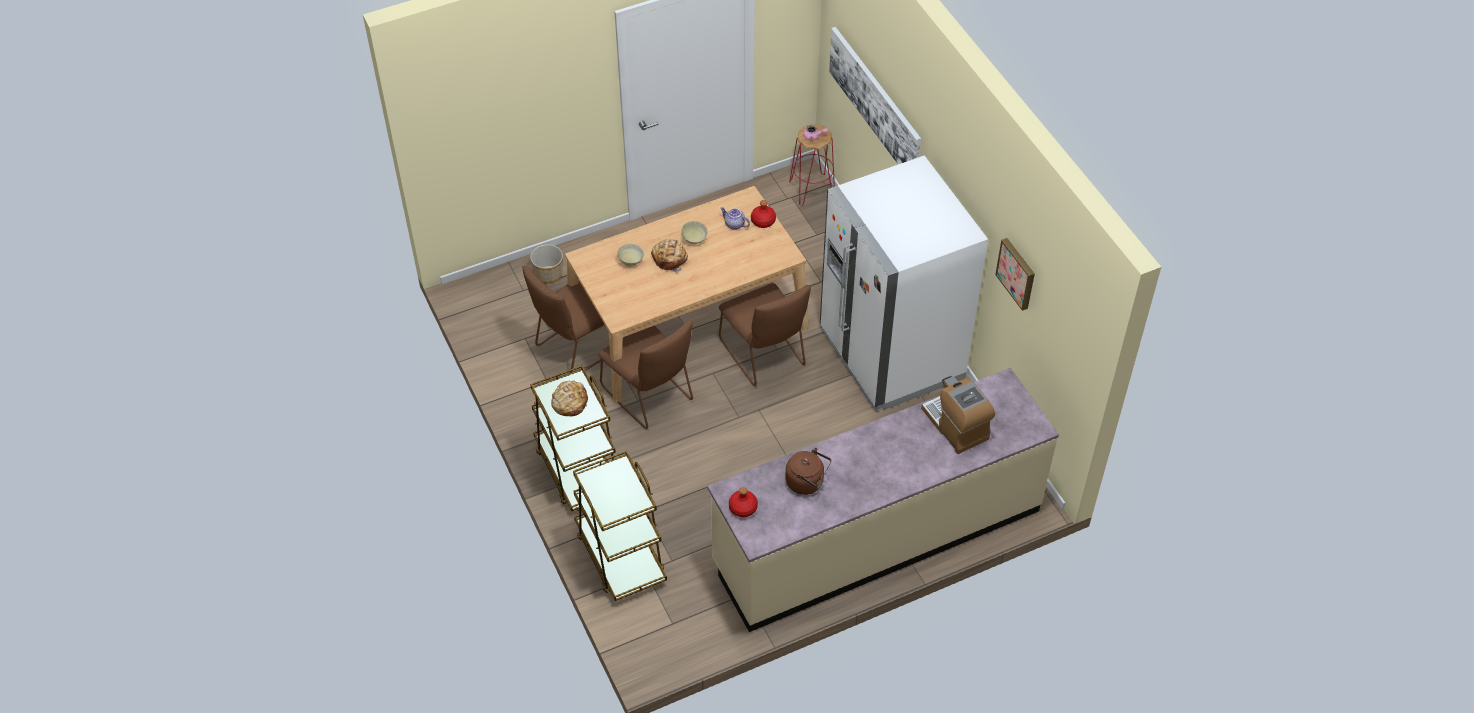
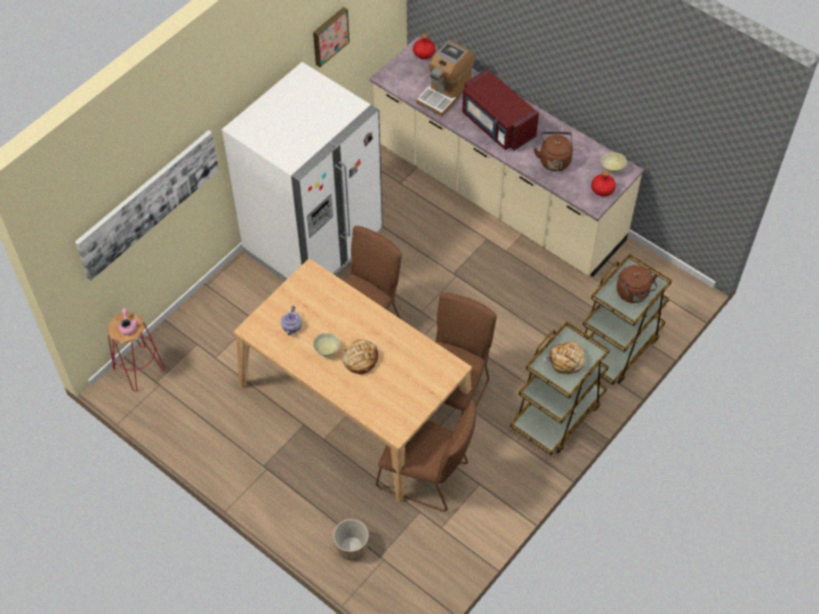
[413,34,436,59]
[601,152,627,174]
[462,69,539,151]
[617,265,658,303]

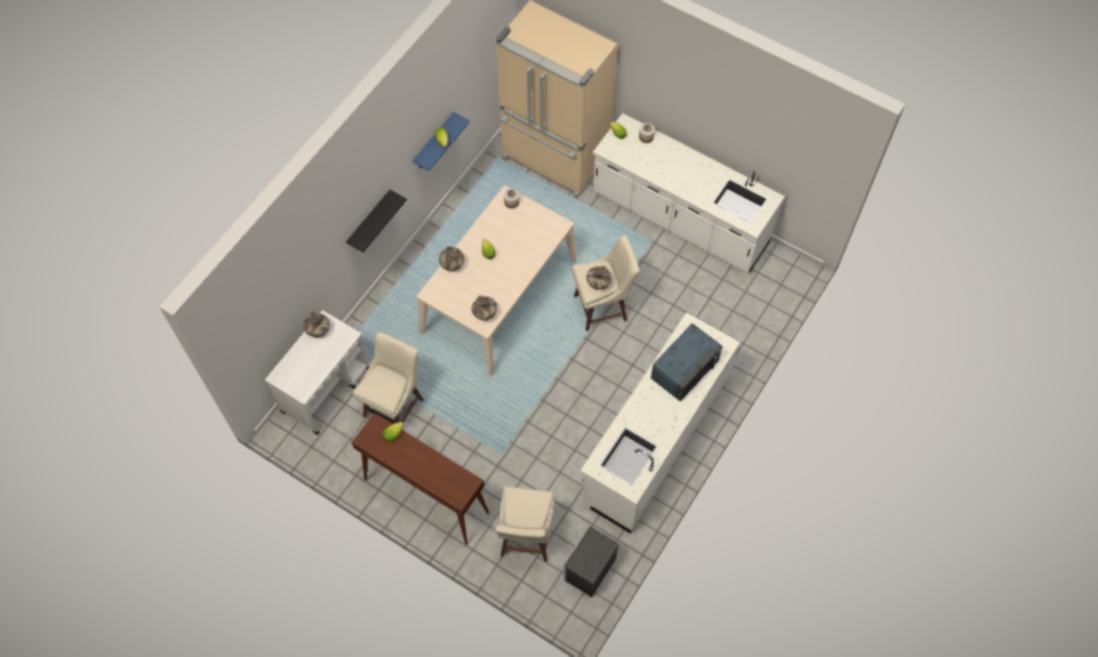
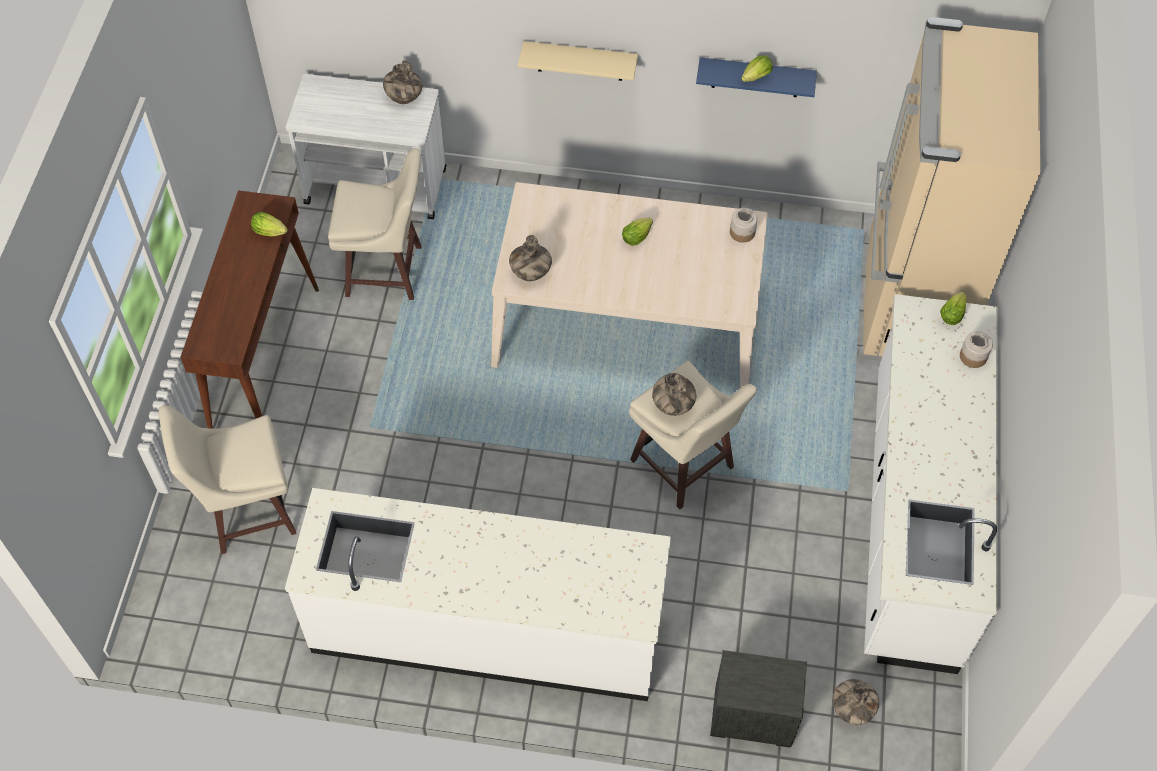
[518,41,638,81]
[833,679,879,725]
[651,323,723,401] (first image)
[710,650,807,748]

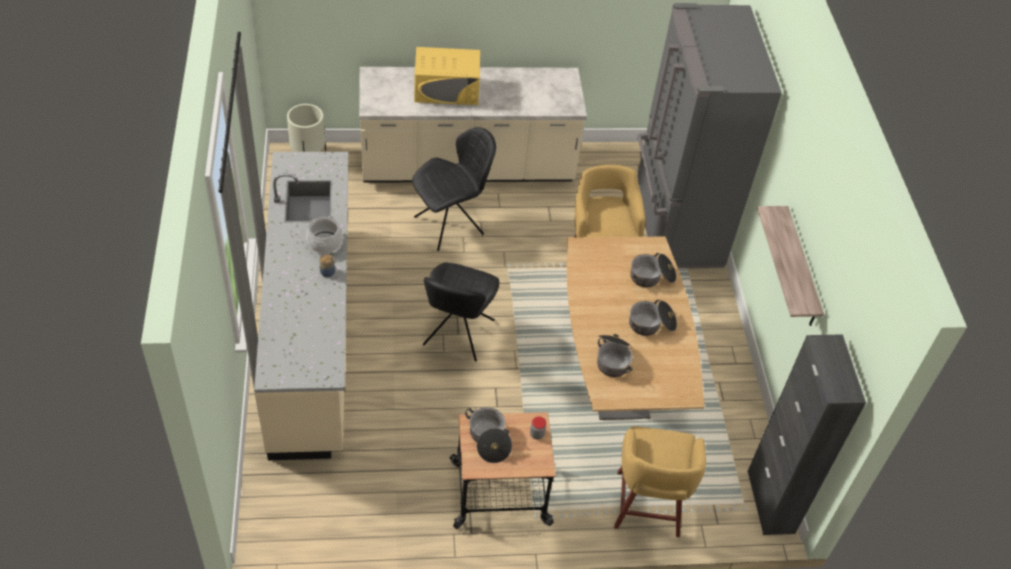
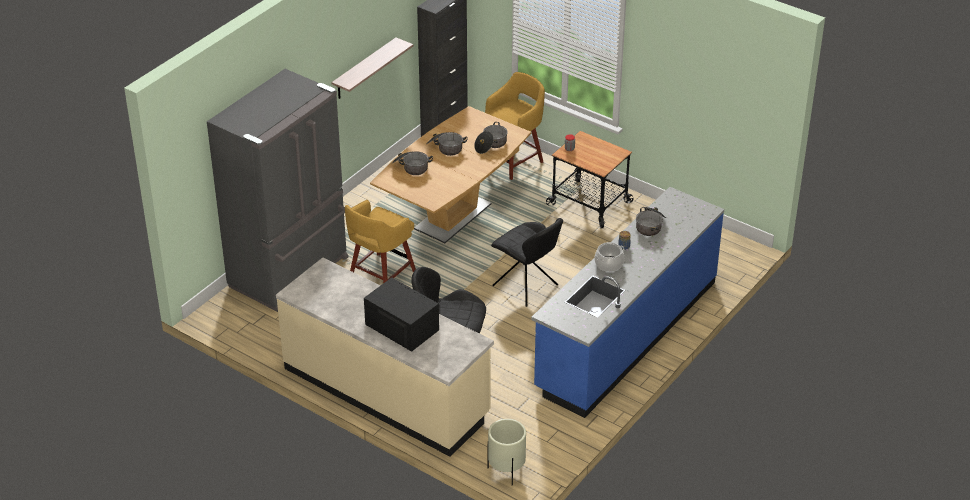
[364,278,439,352]
[531,187,724,418]
[491,218,563,307]
[636,207,666,236]

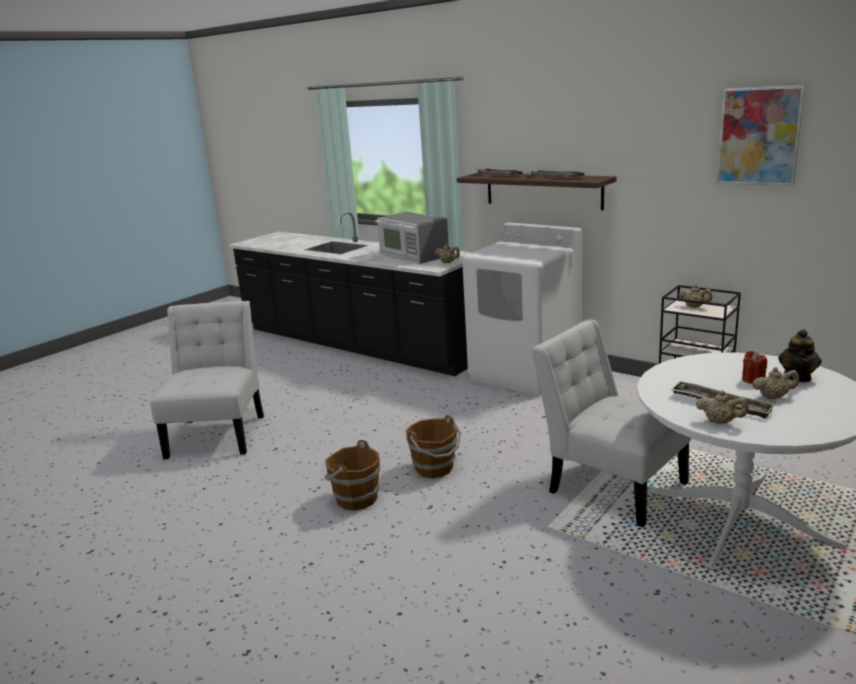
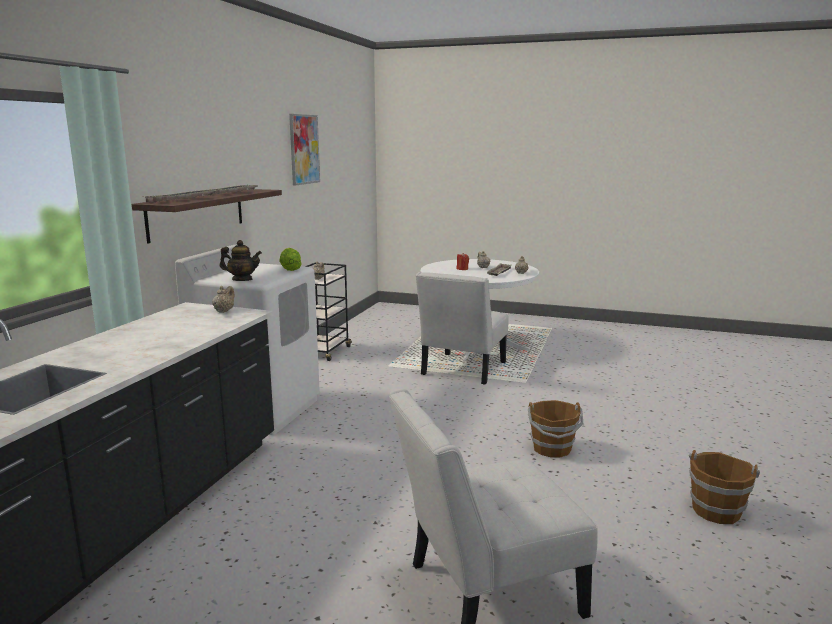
[375,212,449,264] (first image)
[220,240,262,281]
[689,450,760,524]
[279,248,302,271]

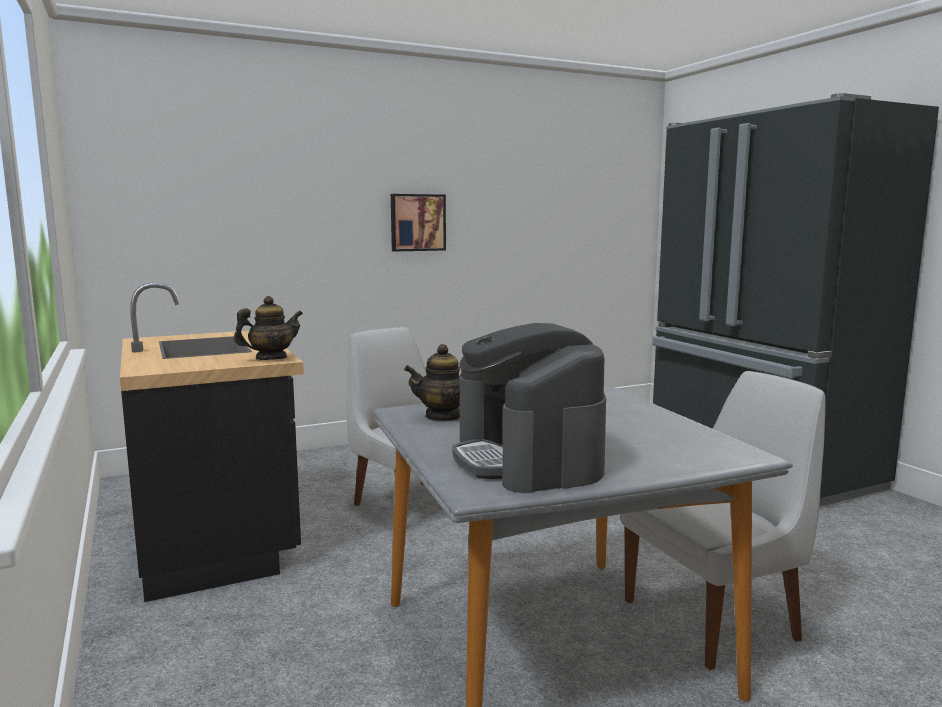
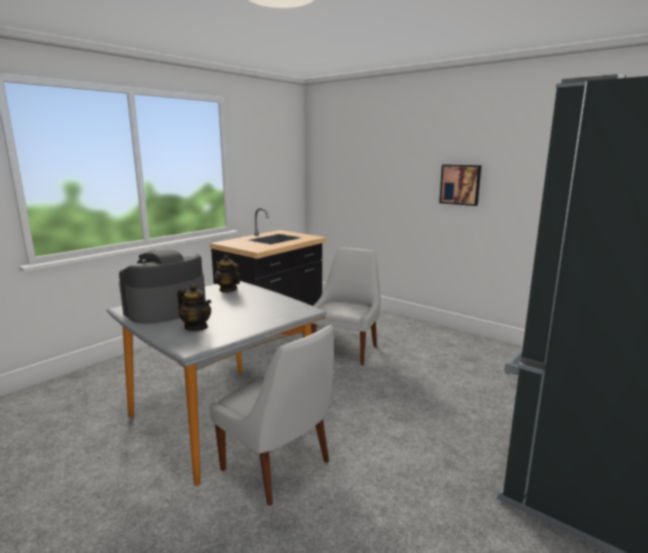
[177,284,211,331]

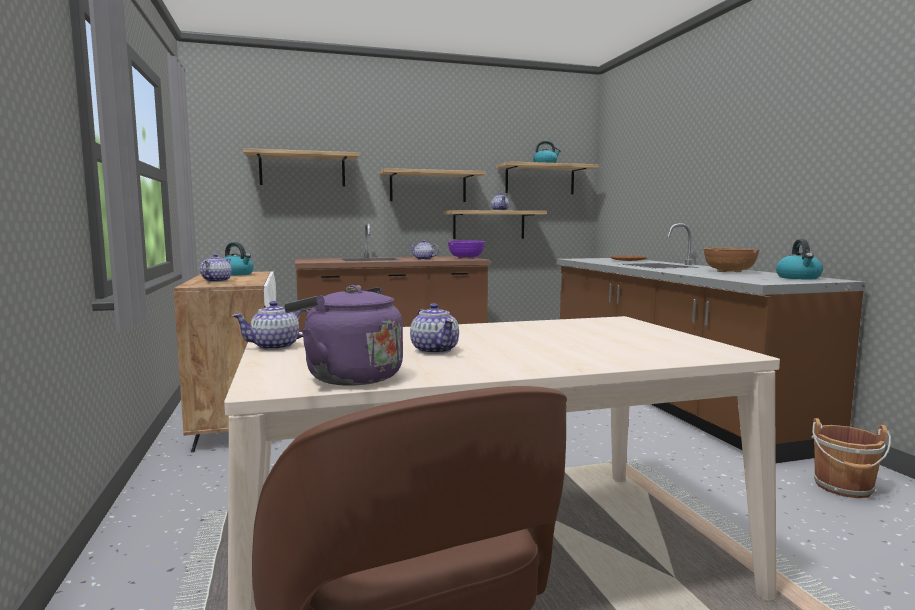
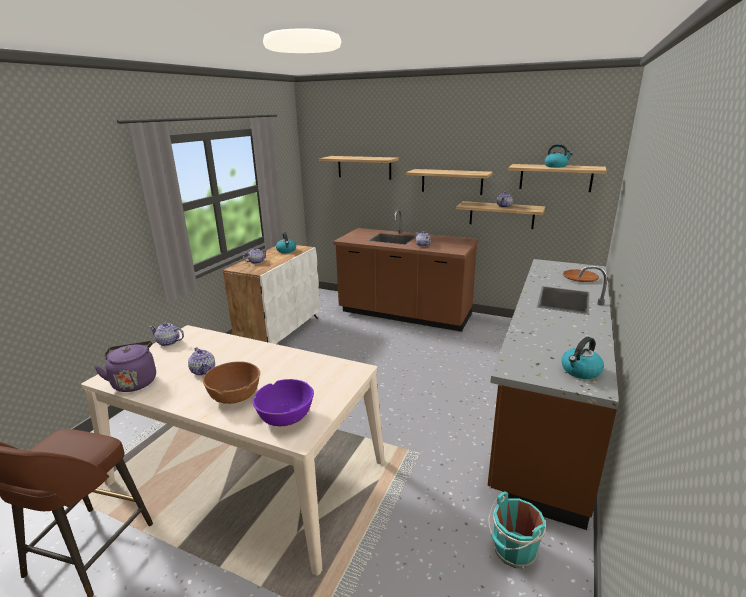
[253,379,314,427]
[203,361,260,404]
[188,347,215,376]
[488,492,546,569]

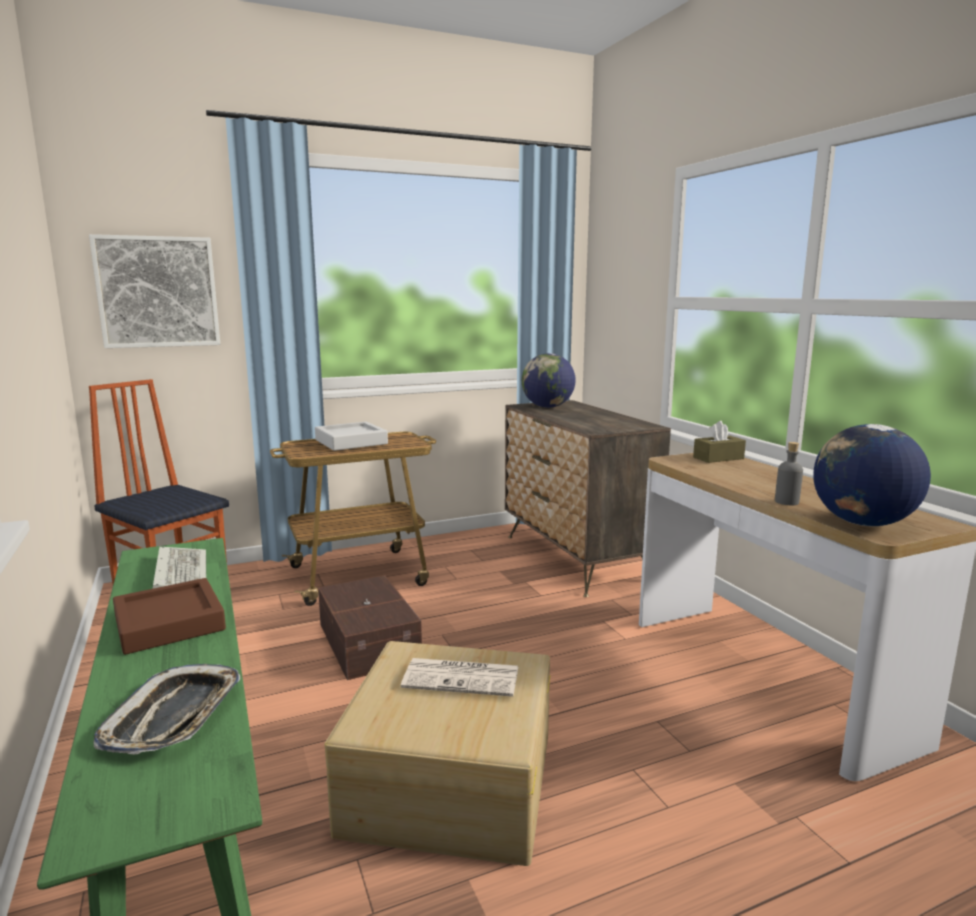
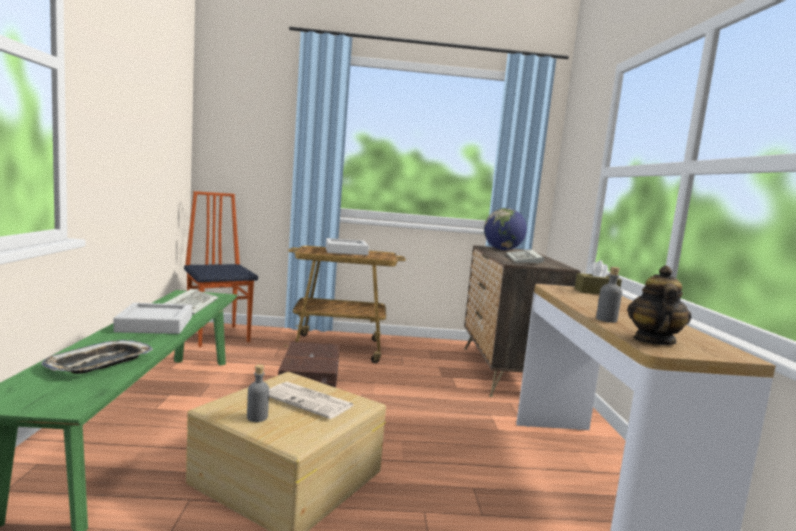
[89,234,220,348] (first image)
[627,266,691,345]
[114,303,192,334]
[506,249,544,265]
[247,364,269,422]

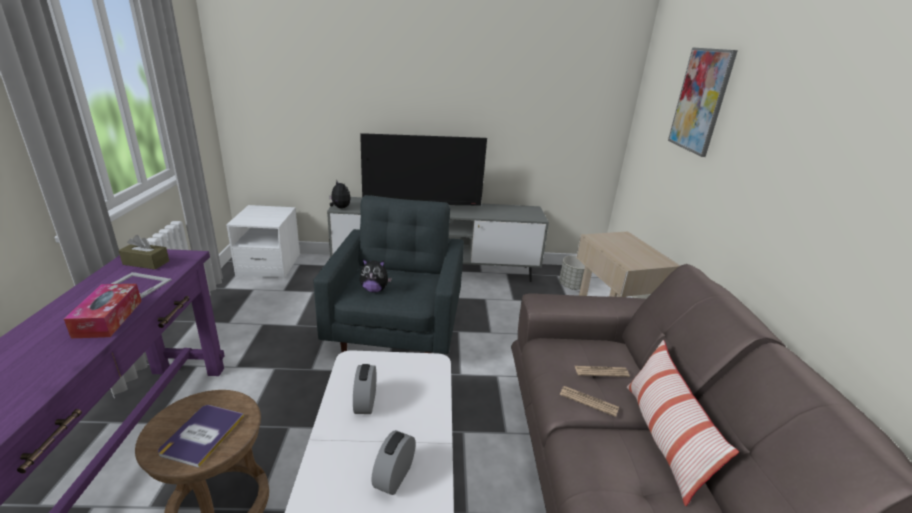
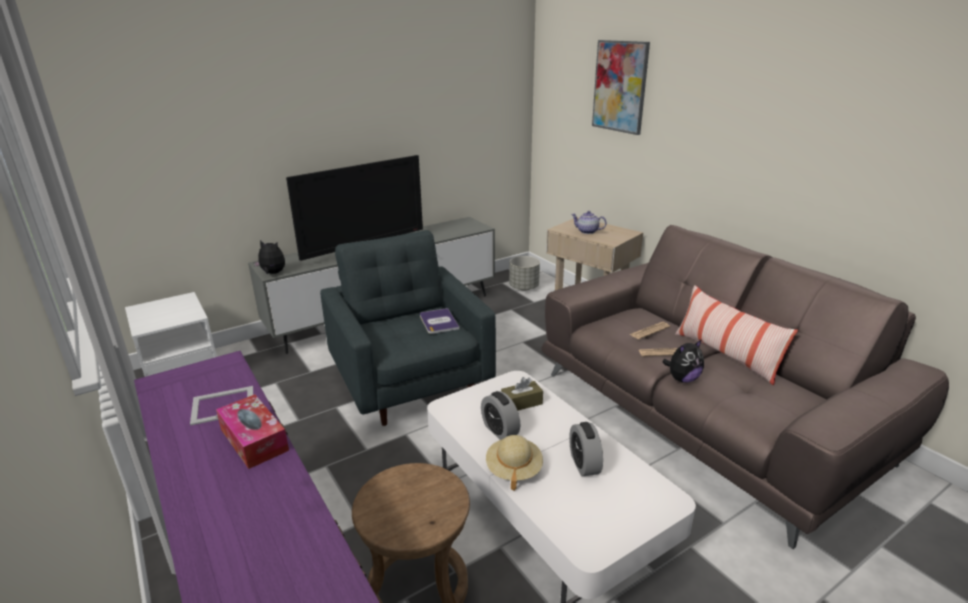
[501,377,543,411]
[663,339,704,383]
[420,308,459,334]
[571,211,606,234]
[486,435,543,491]

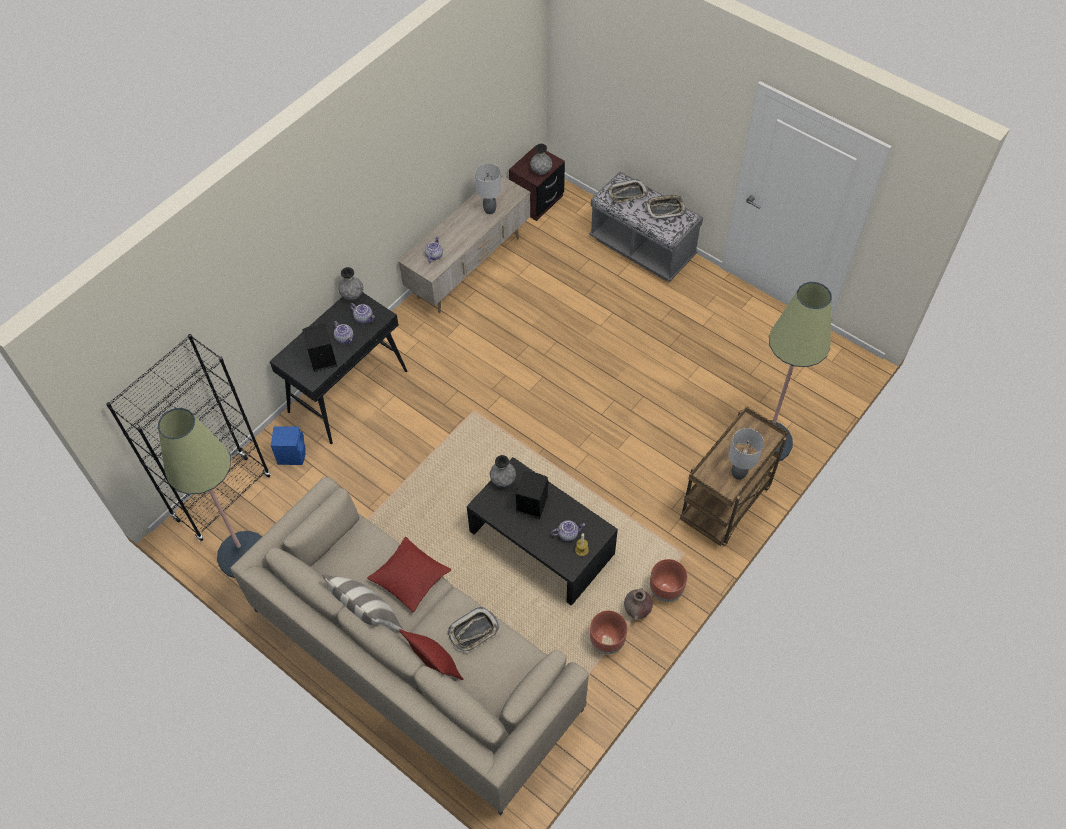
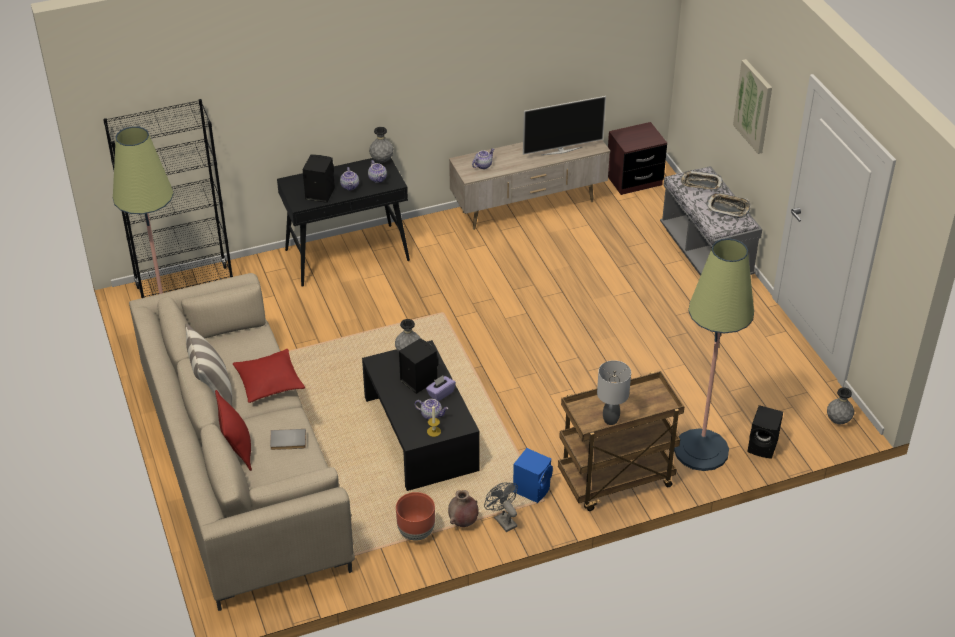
[827,387,854,424]
[523,96,606,155]
[513,448,553,503]
[484,482,518,532]
[270,429,306,450]
[733,59,772,154]
[426,375,456,401]
[747,405,783,459]

